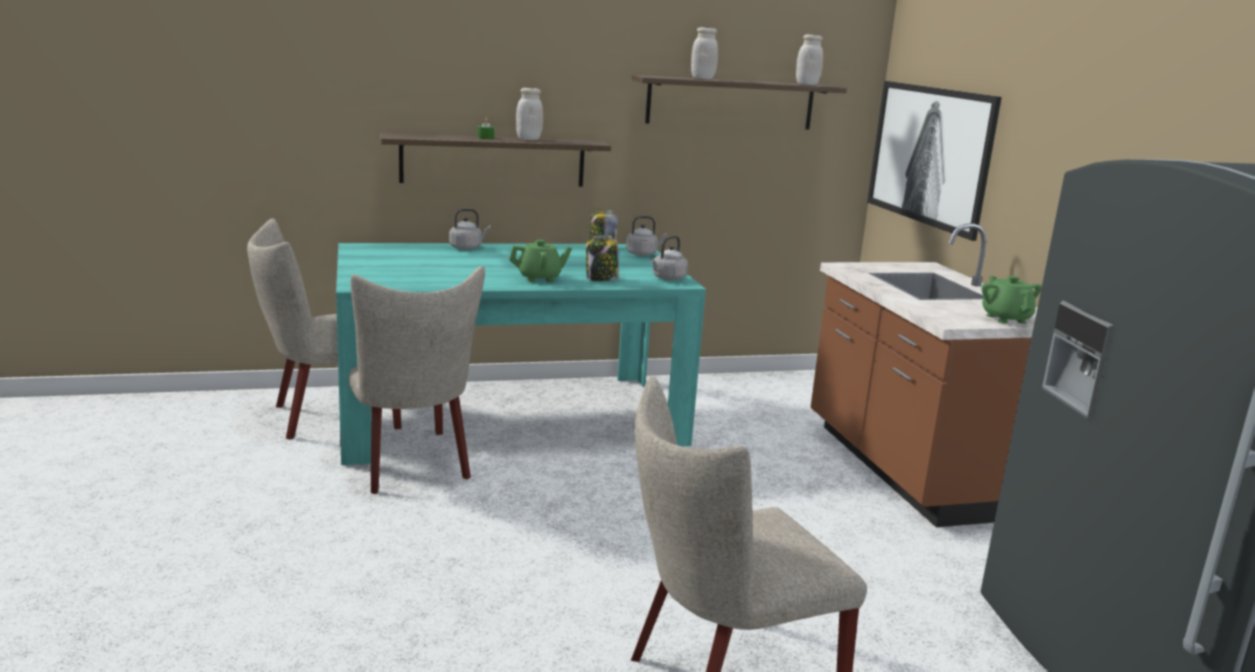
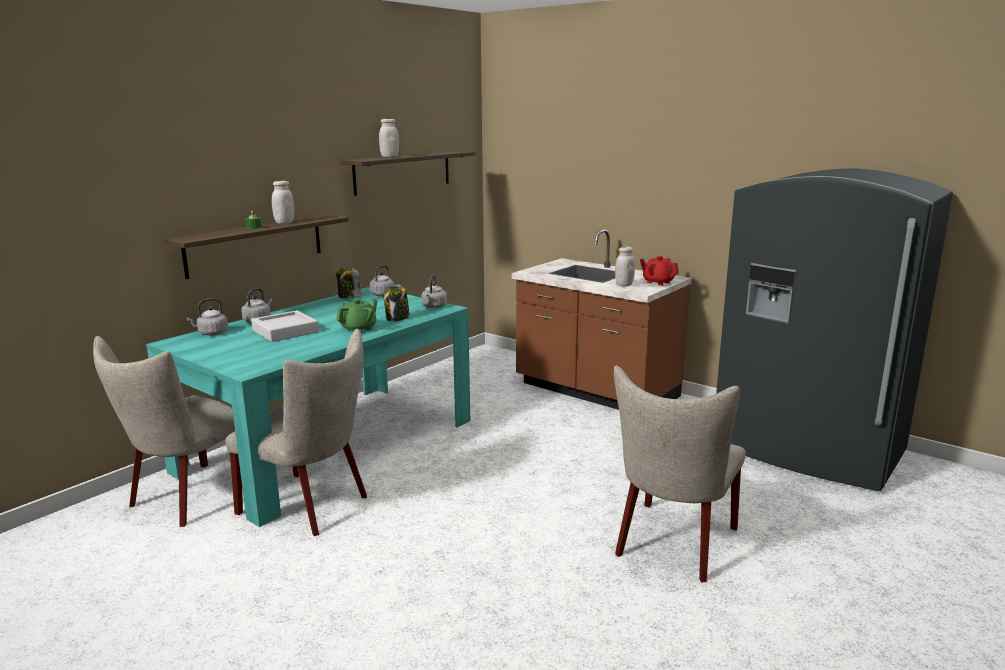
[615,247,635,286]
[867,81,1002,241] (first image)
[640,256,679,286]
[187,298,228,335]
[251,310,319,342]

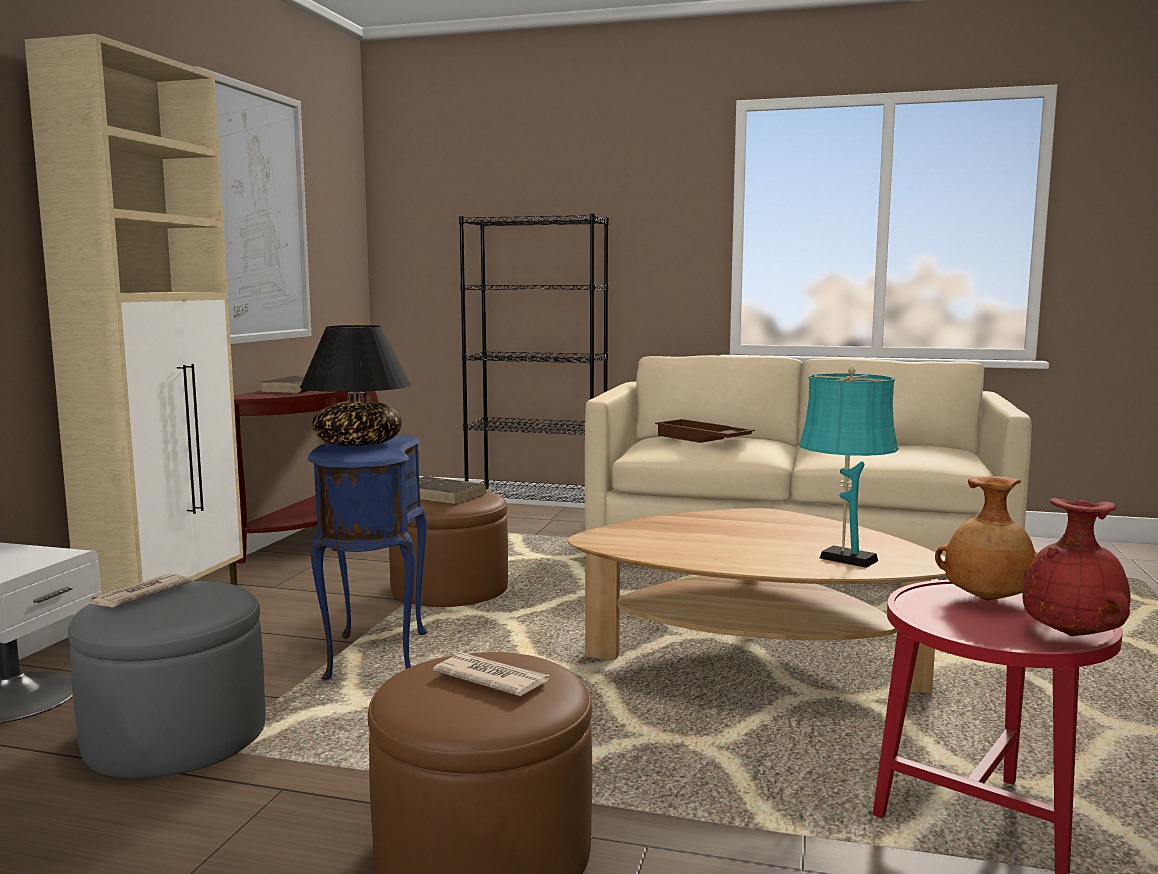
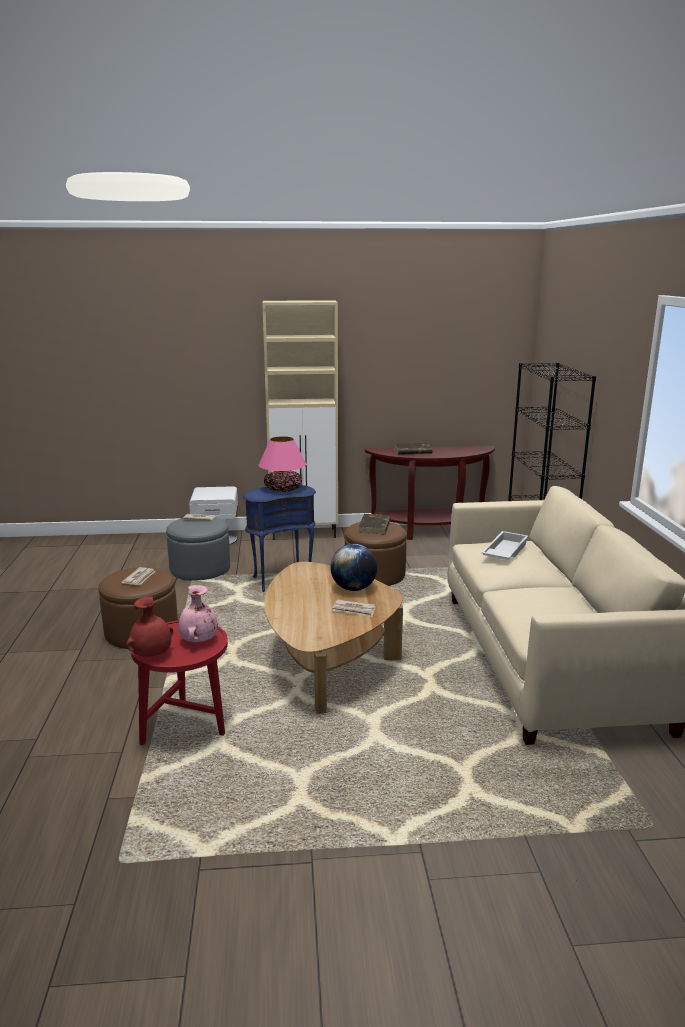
[193,66,311,345] (first image)
[259,436,306,492]
[799,367,899,568] (first image)
[481,531,528,560]
[178,585,218,642]
[330,544,377,591]
[332,599,376,617]

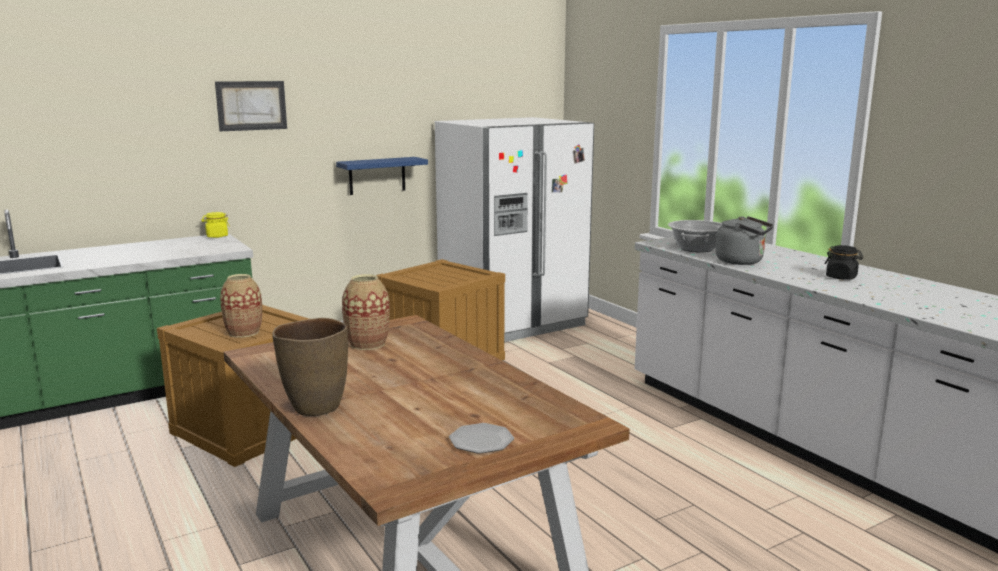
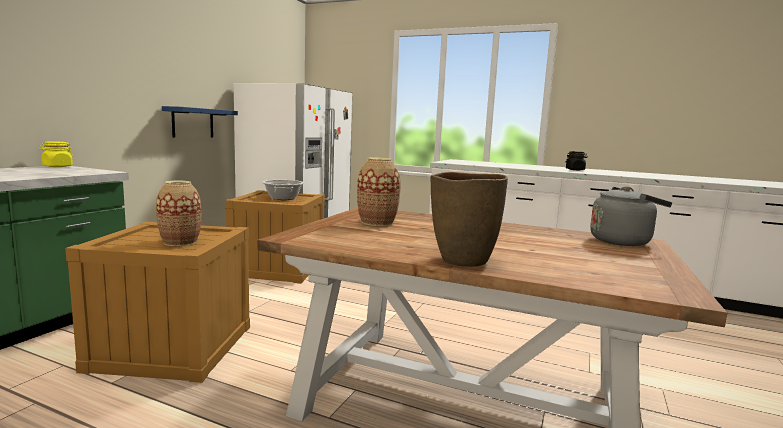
[215,81,287,131] (first image)
[590,186,672,246]
[262,180,304,200]
[449,423,514,454] (first image)

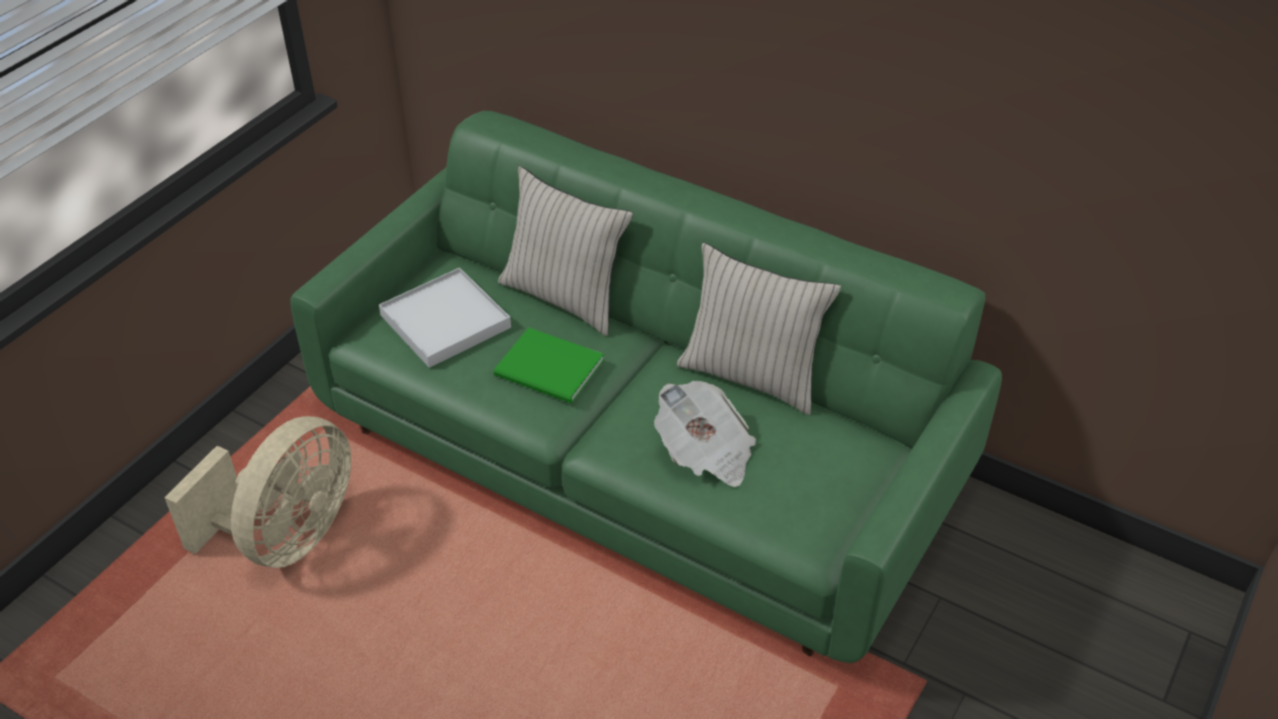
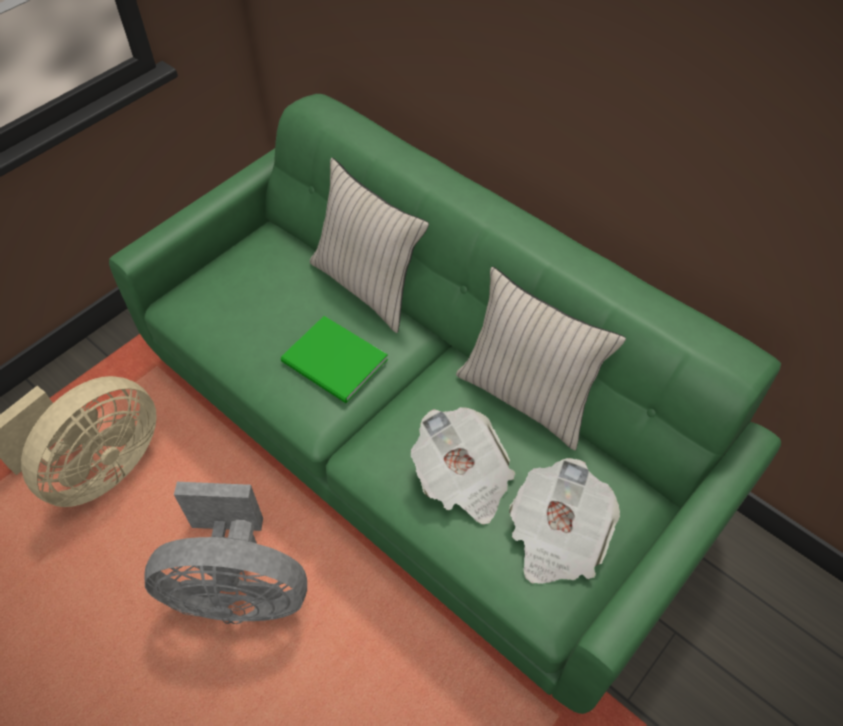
[379,268,511,368] (first image)
[509,458,620,584]
[144,482,307,624]

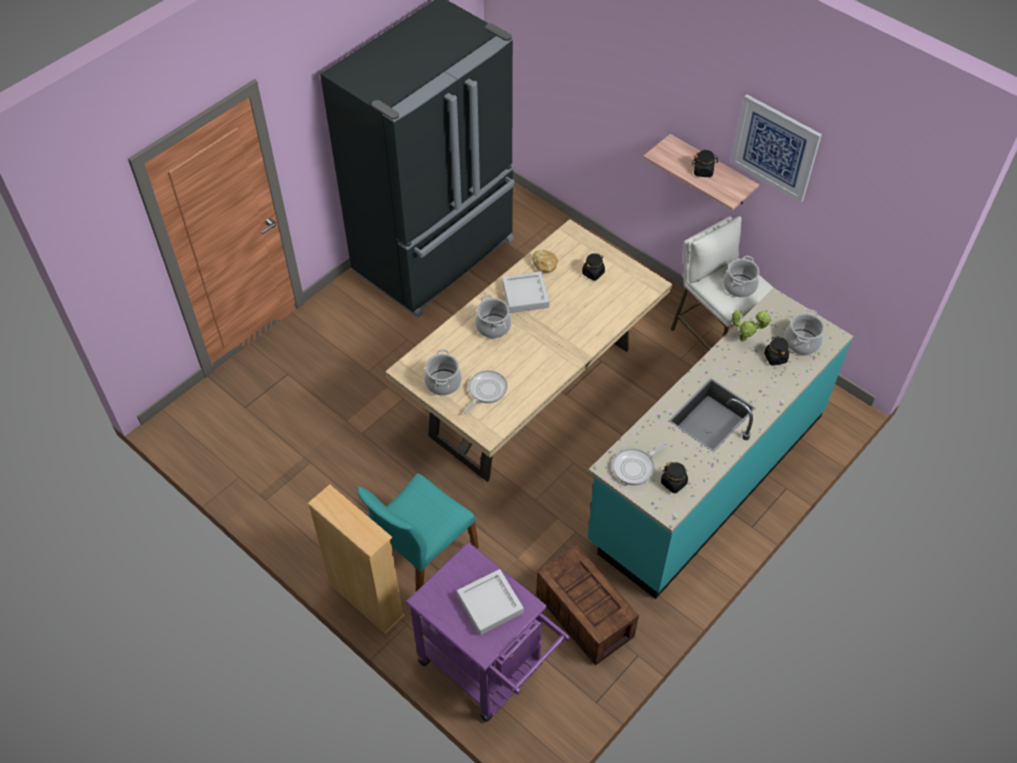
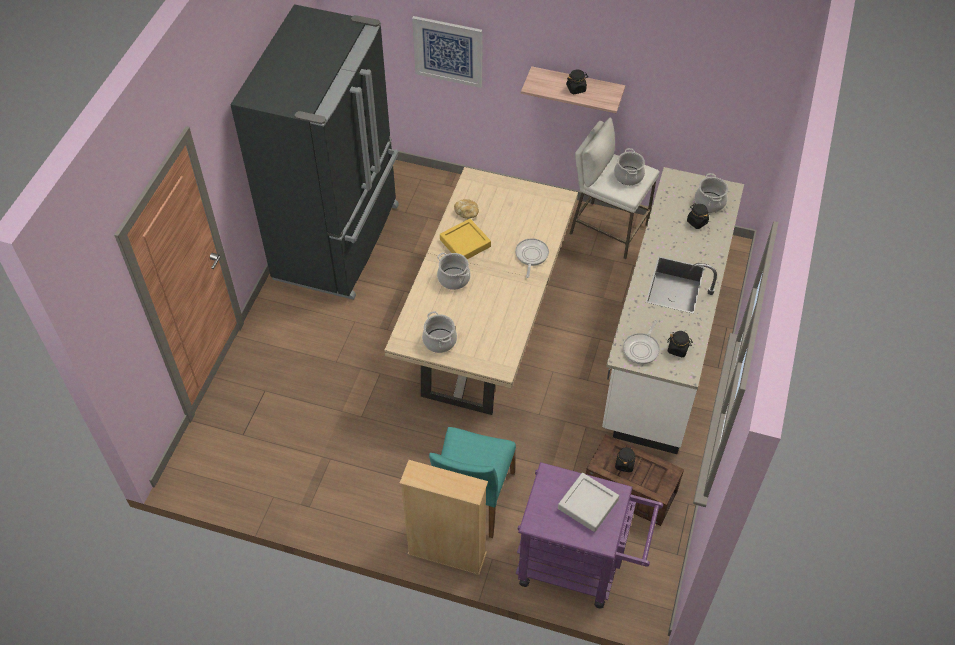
[412,16,483,88]
[615,446,636,473]
[440,219,491,259]
[602,167,744,454]
[732,310,772,342] (first image)
[515,238,549,278]

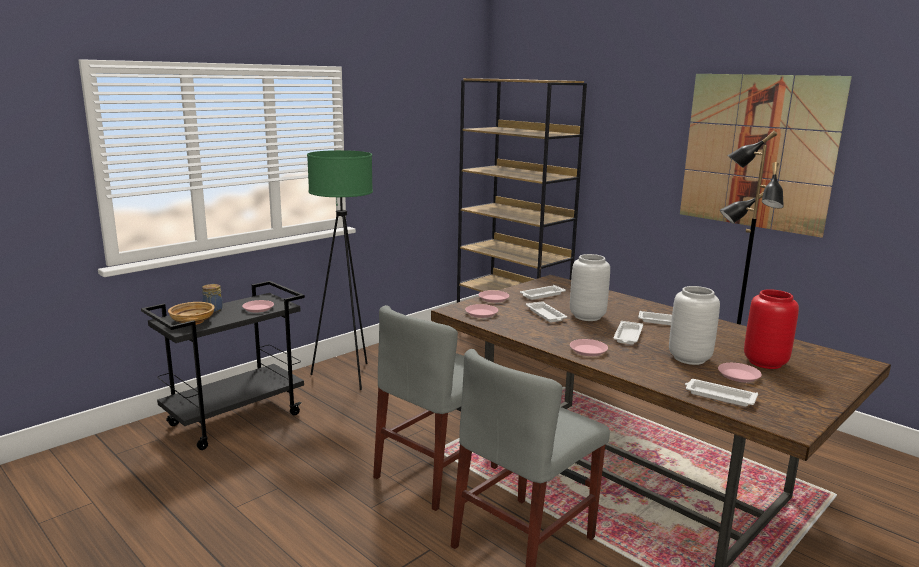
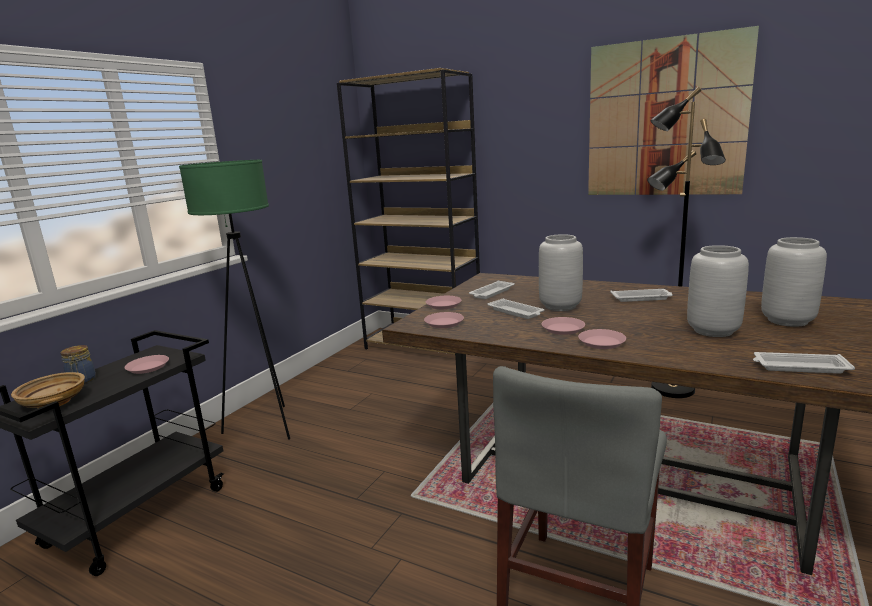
[761,237,827,327]
[373,305,498,511] (first image)
[613,321,643,345] (first image)
[542,317,585,335]

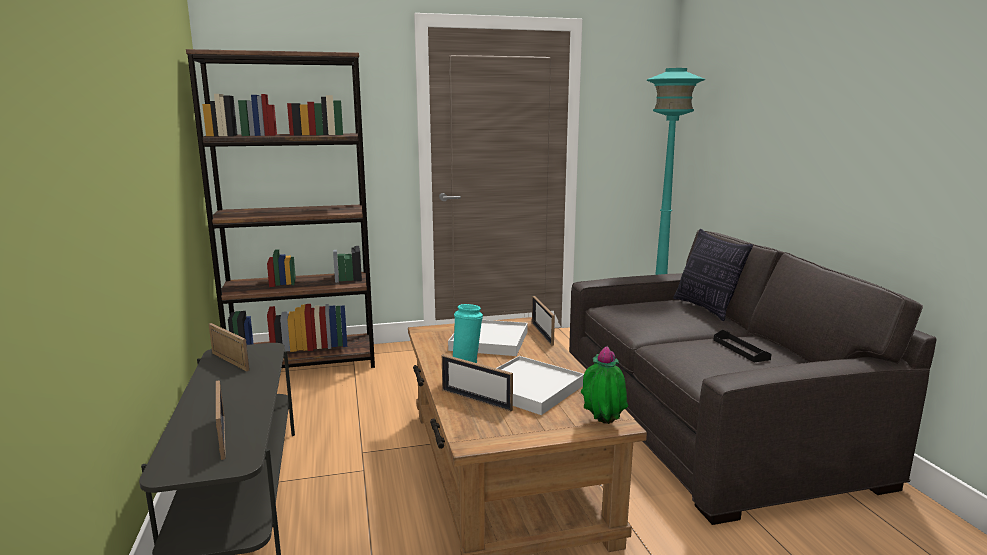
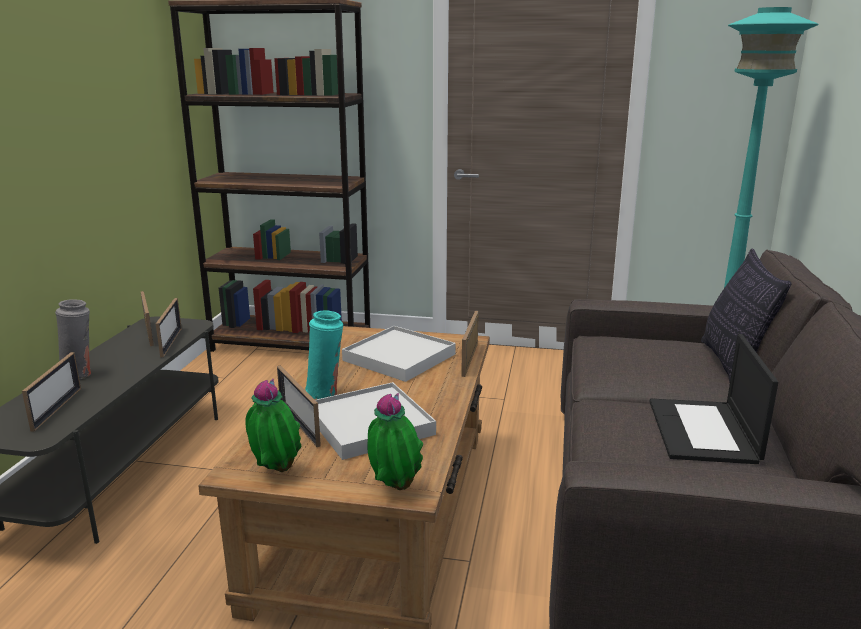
[649,334,778,464]
[156,298,182,357]
[55,299,91,380]
[245,379,301,472]

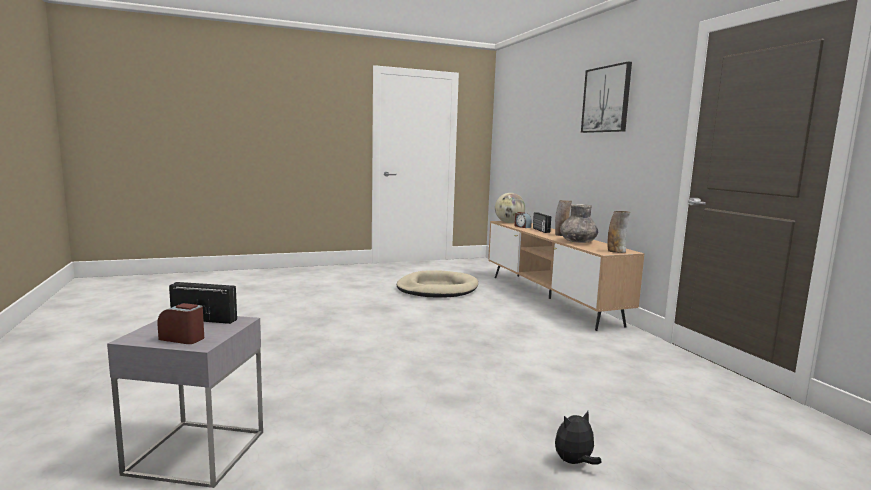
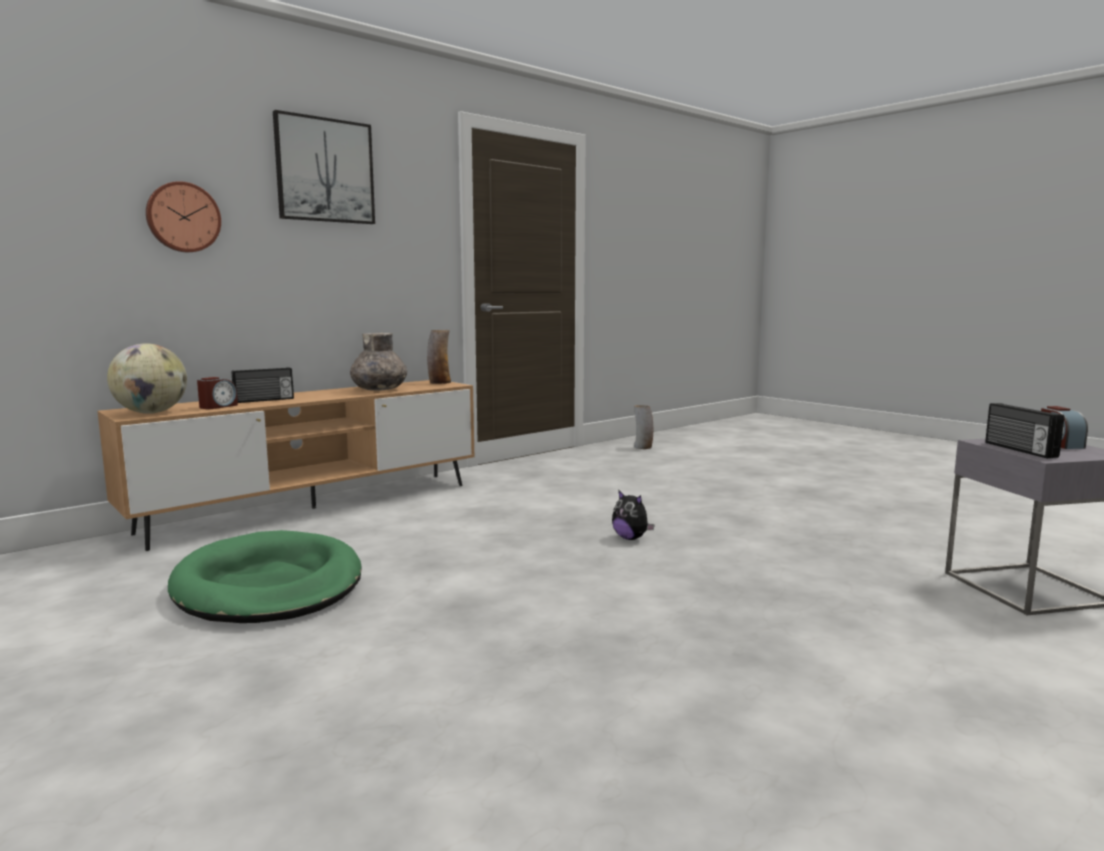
[634,405,654,449]
[168,530,362,623]
[612,490,655,540]
[146,181,221,252]

